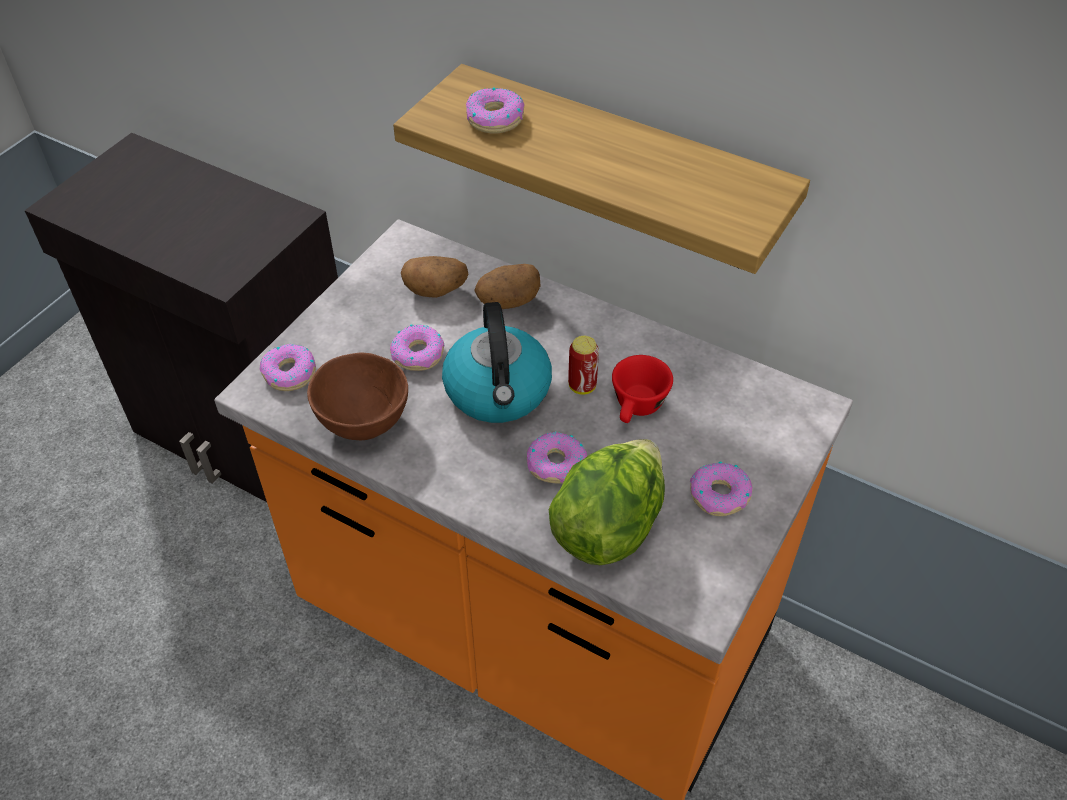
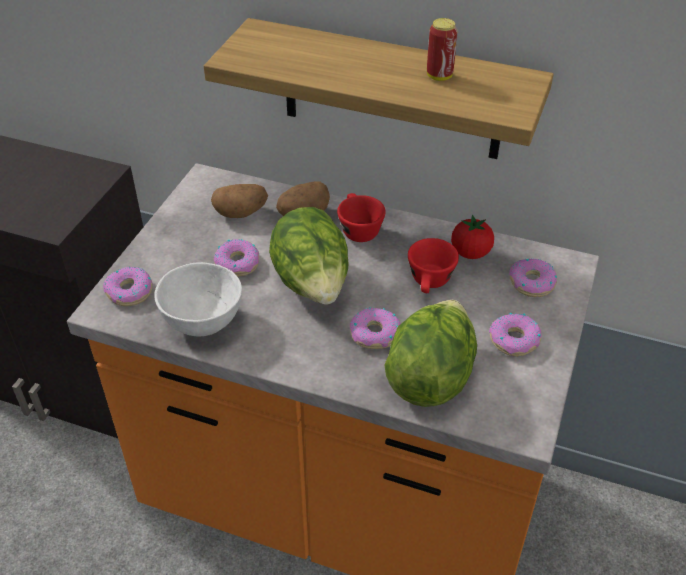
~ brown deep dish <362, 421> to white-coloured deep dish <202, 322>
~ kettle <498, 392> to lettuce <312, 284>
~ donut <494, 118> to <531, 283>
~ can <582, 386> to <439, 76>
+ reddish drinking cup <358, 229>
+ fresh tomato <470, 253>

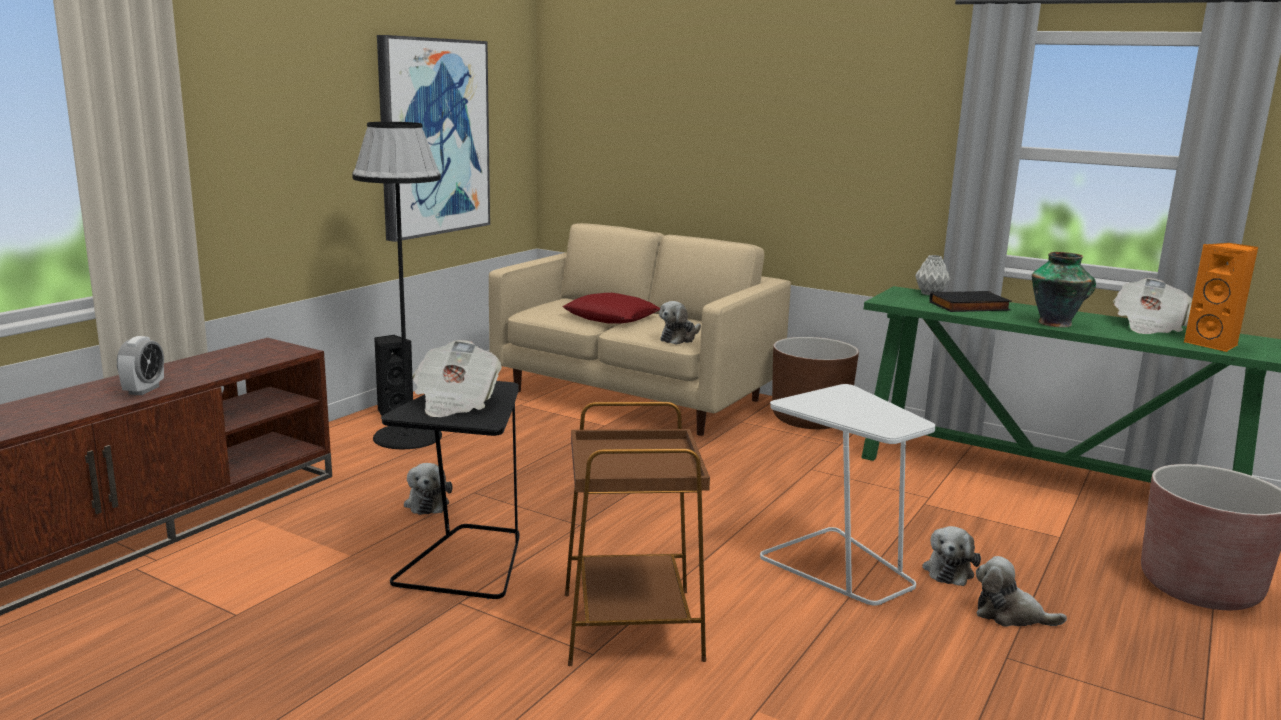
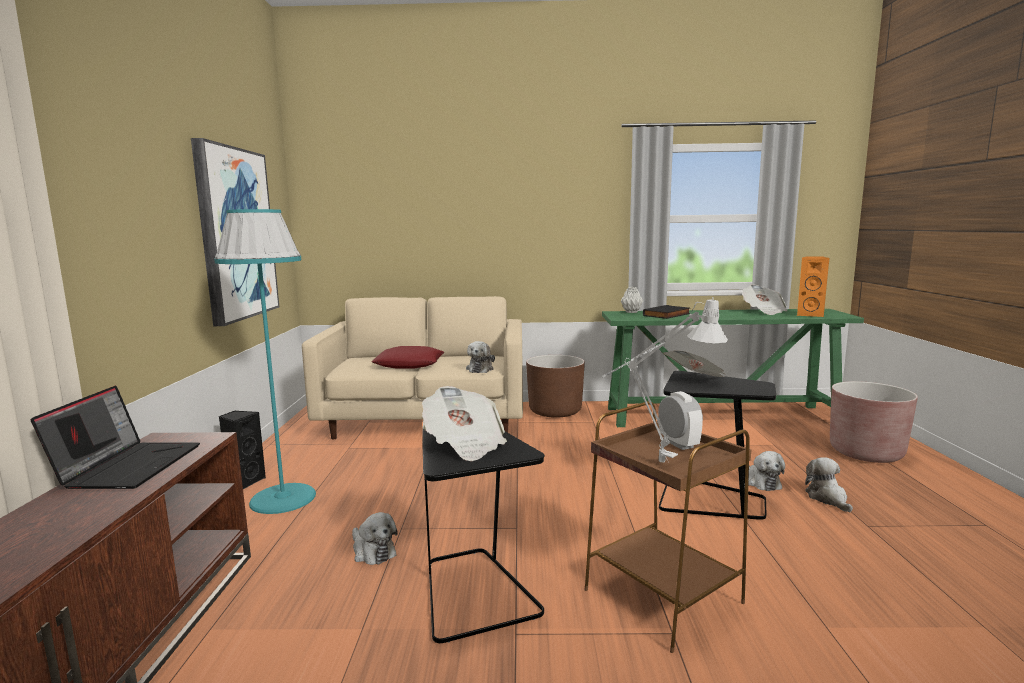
~ bedside clock <144, 390> to <678, 444>
~ black-coloured floor lamp <408, 436> to turquoise-coloured floor lamp <283, 498>
~ white-coloured end table <840, 567> to black-coloured end table <710, 500>
~ cuddly toy <1010, 615> = <827, 498> 90 degrees clockwise
- decorative vase <1056, 323>
+ notebook computer <128, 465>
+ gray lamp for a table <653, 461>
+ newspaper <696, 380>

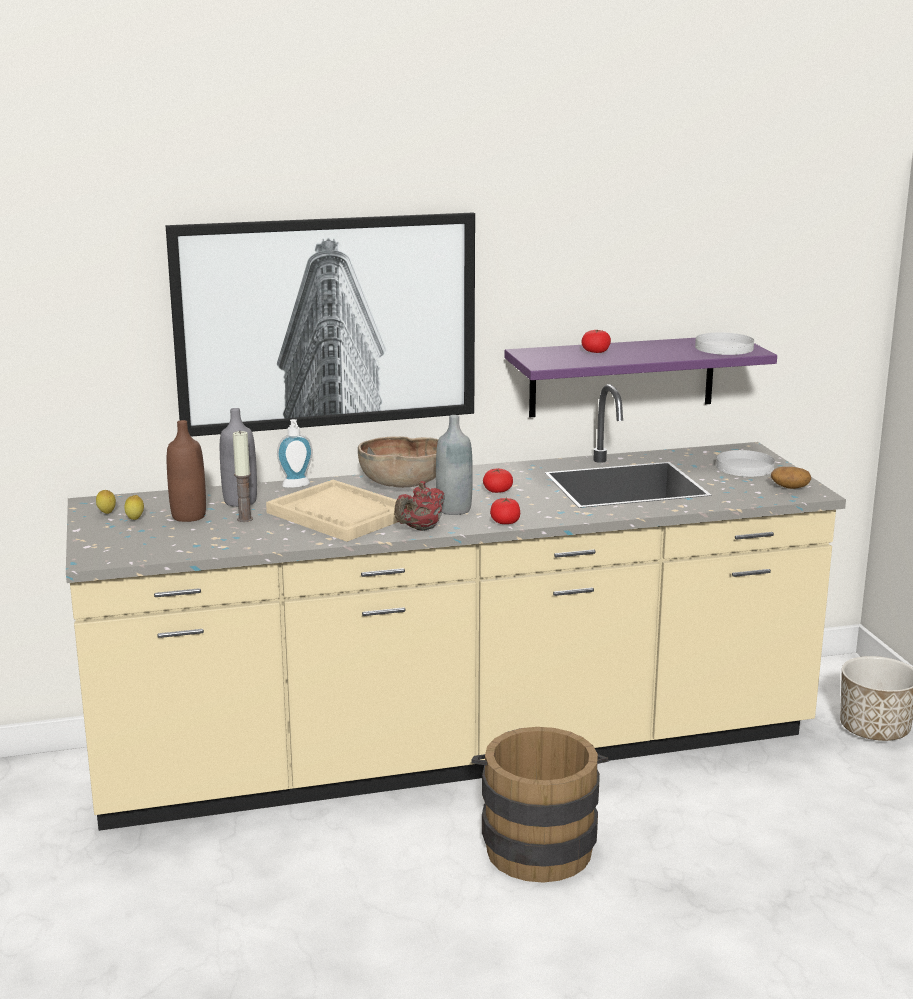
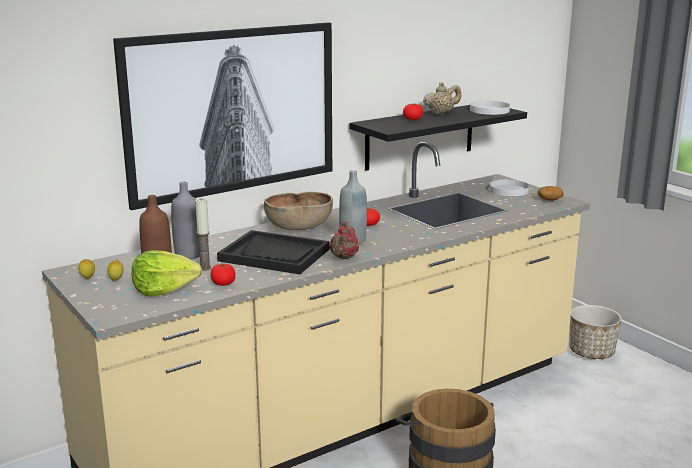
~ beige carrying tray <340, 514> to black-coloured carrying tray <274, 255>
- liquid soap bottle <297, 486>
~ fresh tomato <505, 522> to <223, 283>
~ purplish bracket shelf <622, 376> to black-coloured bracket shelf <420, 136>
+ lettuce <164, 289>
+ beige teapot <441, 113>

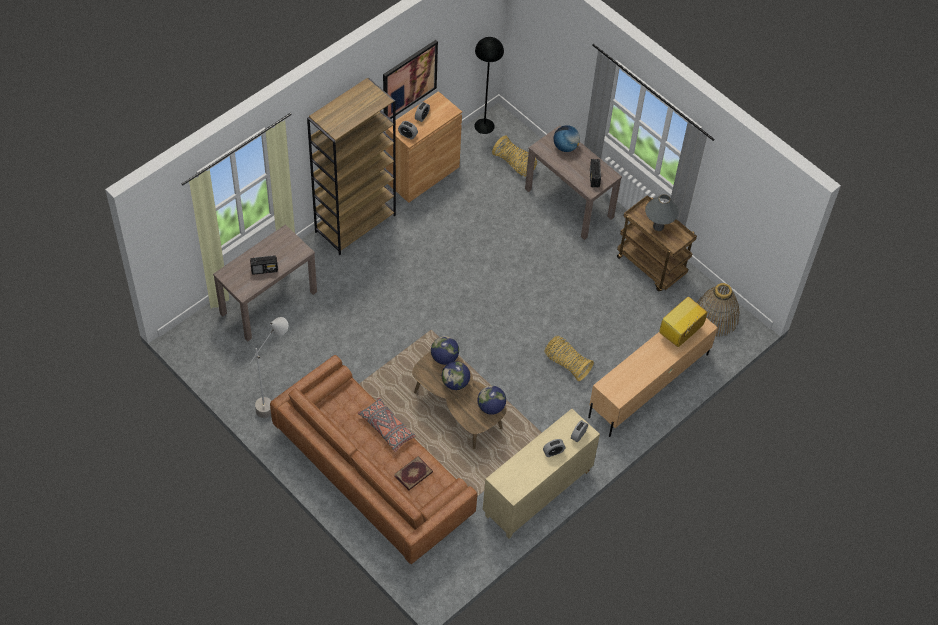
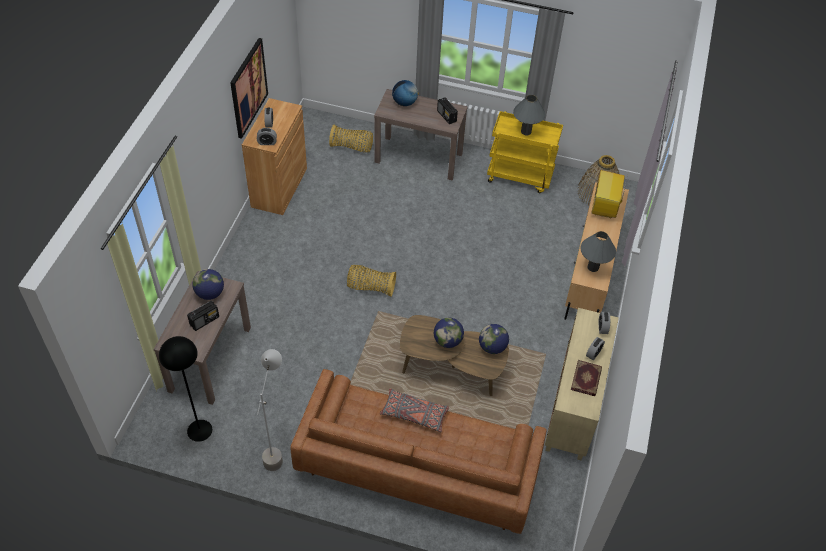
- brown bookcase <355, 223>
~ book <414, 474> to <586, 379>
~ desk globe <444, 358> to <210, 293>
~ black-coloured floor lamp <484, 126> to <199, 430>
~ storage basket <566, 363> to <370, 287>
~ brown wheeled cart <651, 266> to yellow-coloured wheeled cart <520, 177>
+ gray lamp for a table <593, 267>

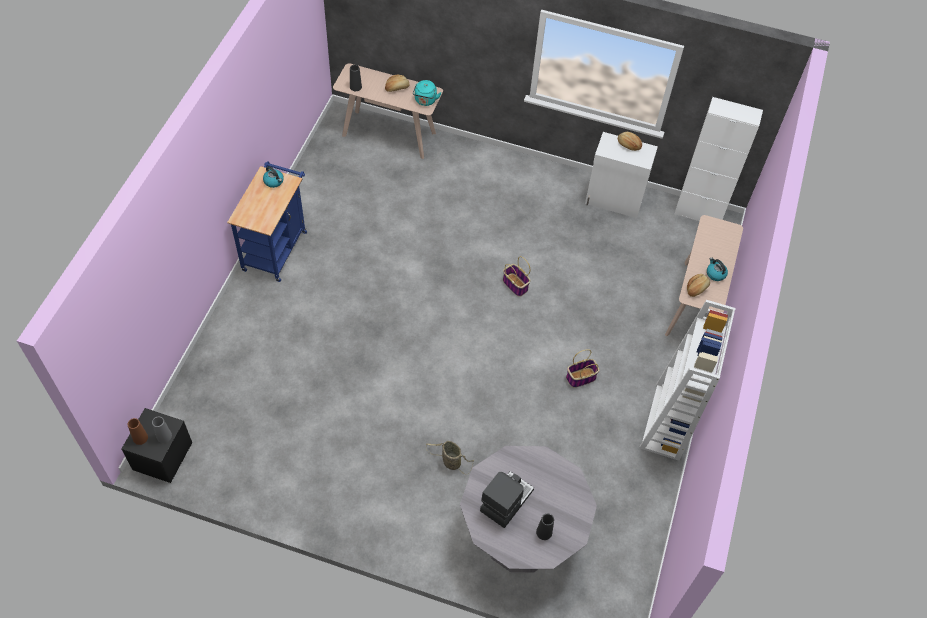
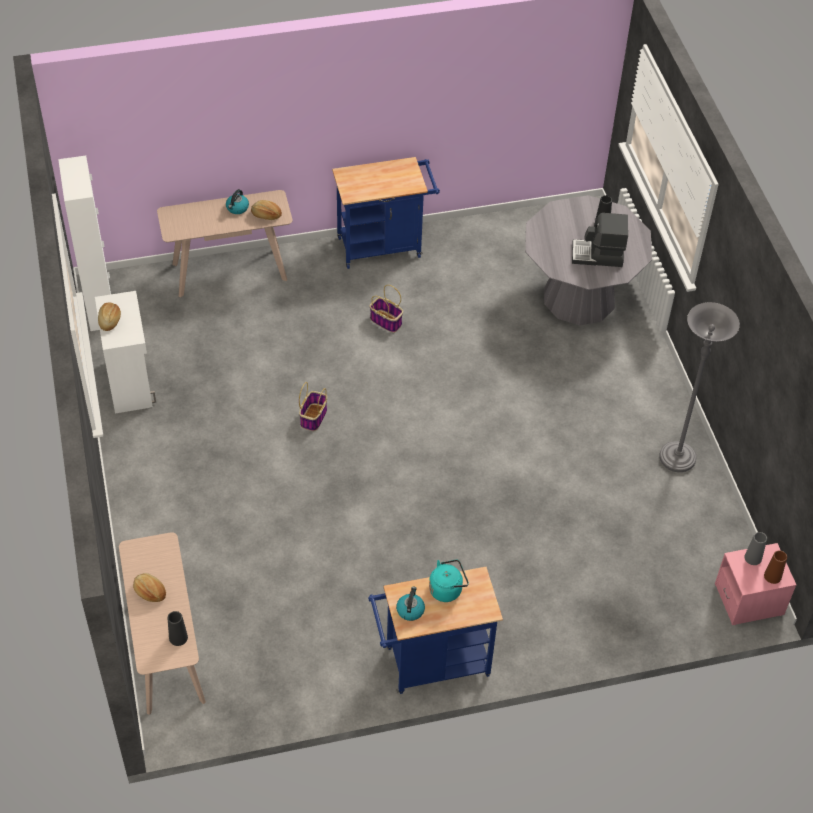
~ black-coloured night table <162, 456> to pink night table <749, 599>
~ turquoise-coloured kettle <425, 101> to <447, 589>
- storage basket <450, 462>
~ white-coloured bookcase <668, 422> to bluish wheeled cart <384, 246>
+ gray floor lamp <677, 458>

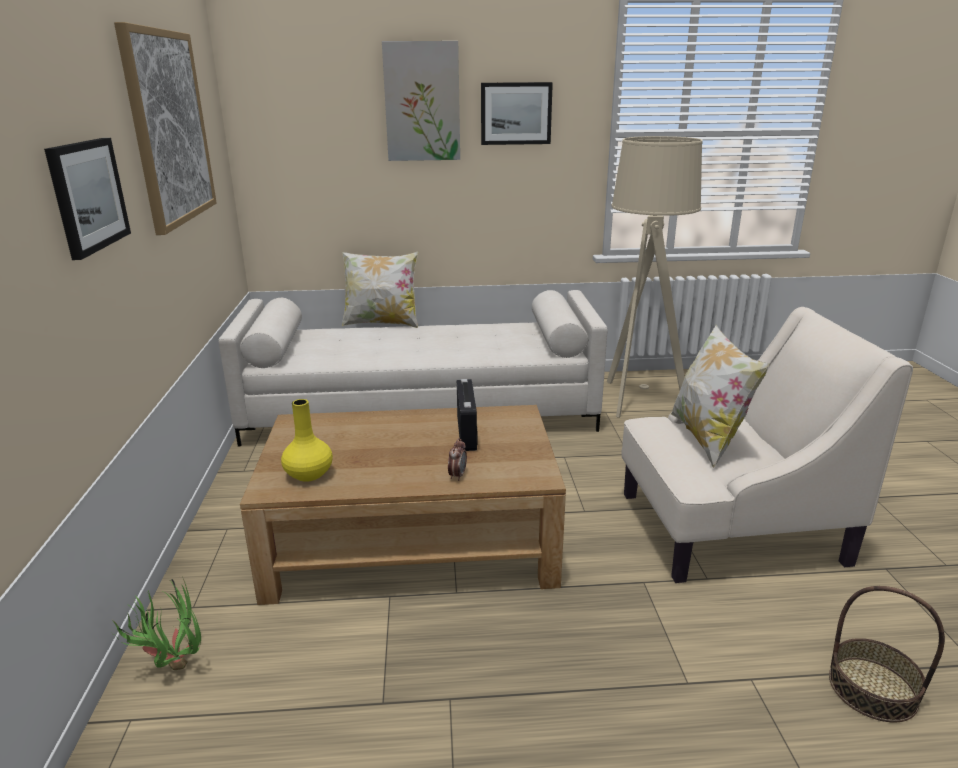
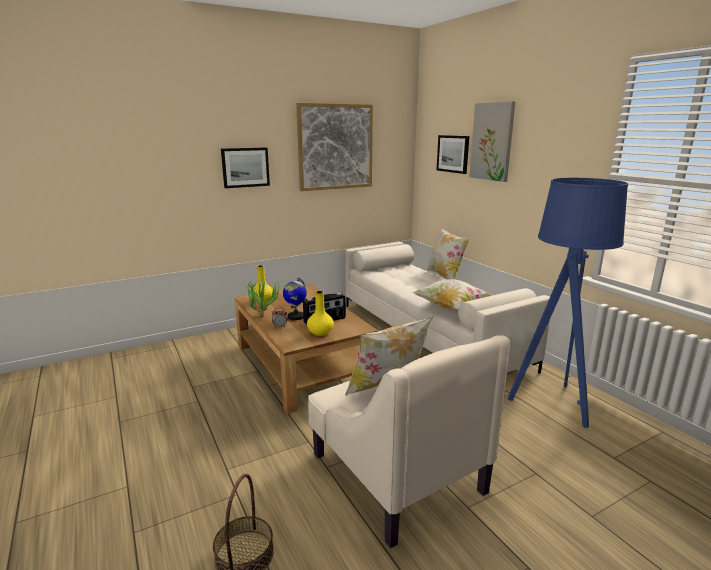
~ houseplant <171, 665> to <262, 314>
~ wall art <516, 113> to <453, 154>
~ beige floor lamp <637, 399> to bluish floor lamp <553, 403>
+ desk globe <295, 316>
+ yellow-coloured decorative vase <321, 332>
+ cushion <451, 308>

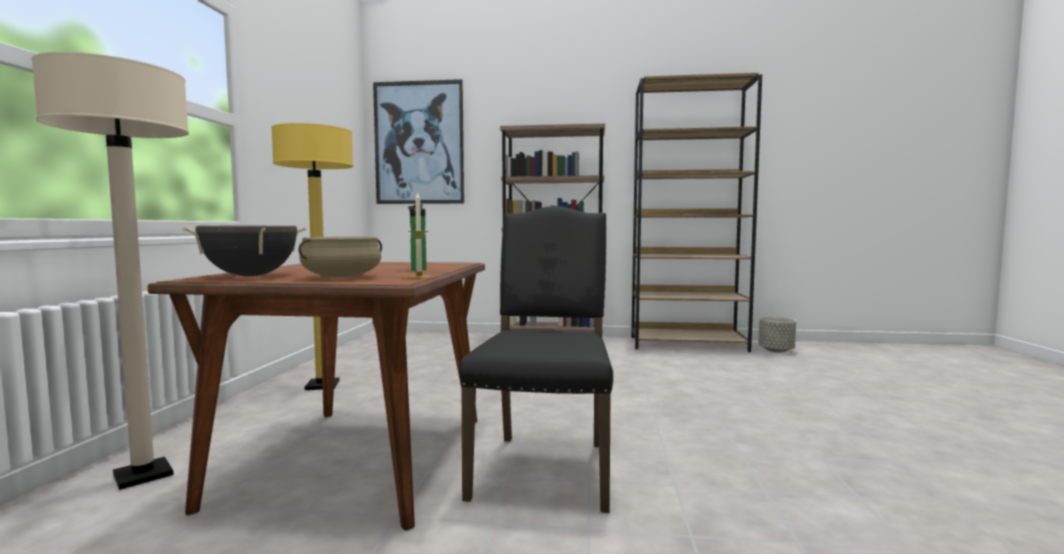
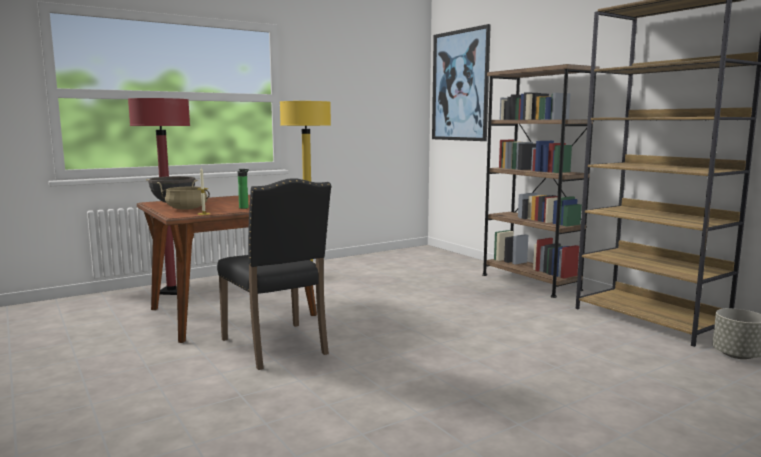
~ beige floor lamp <143, 475> to reddish floor lamp <171, 292>
~ black-coloured chair <545, 467> = <277, 346> 90 degrees clockwise

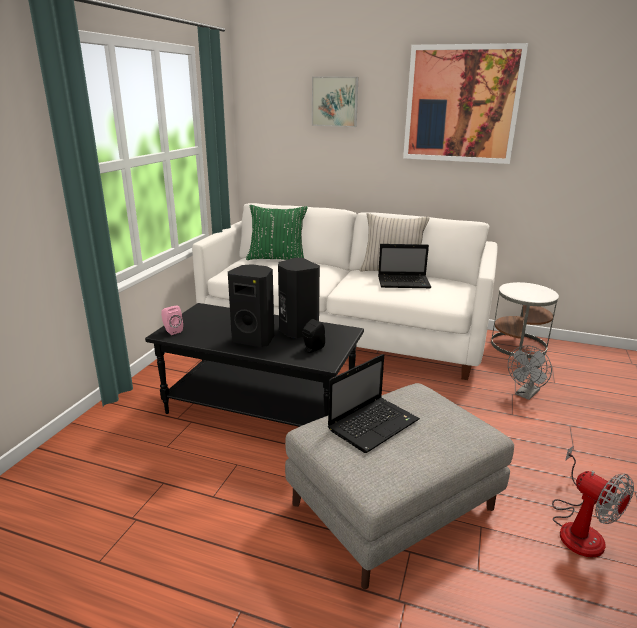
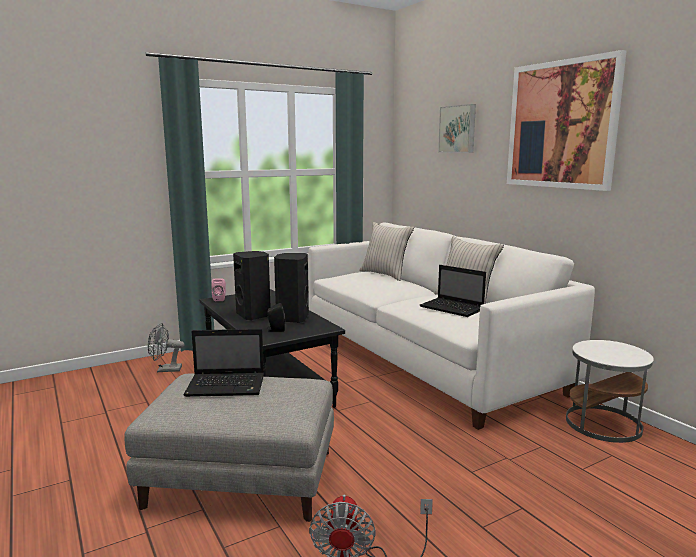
~ green cushion <277, 259> to beige cushion <385, 274>
~ gray electric fan <526, 394> to <165, 370>

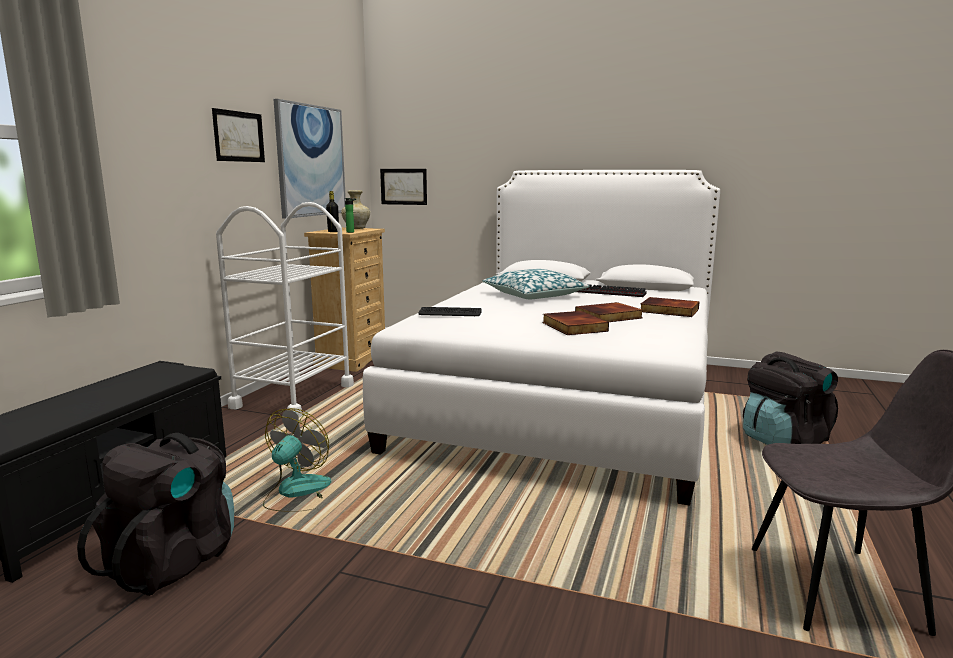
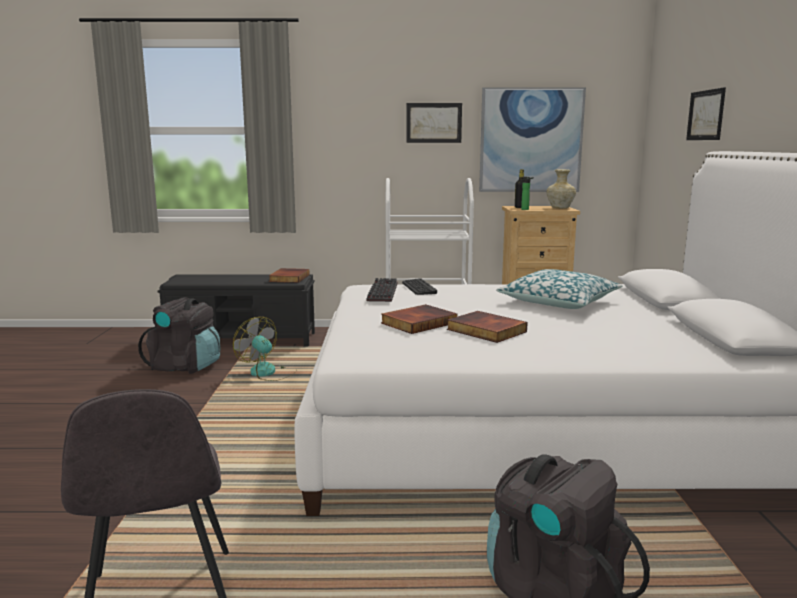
~ electric fan <296, 493> = <268, 373> 135 degrees counterclockwise
~ wall art <403, 186> to <705, 115>
~ computer keyboard <608, 293> to <381, 292>
~ book <668, 310> to <288, 278>

